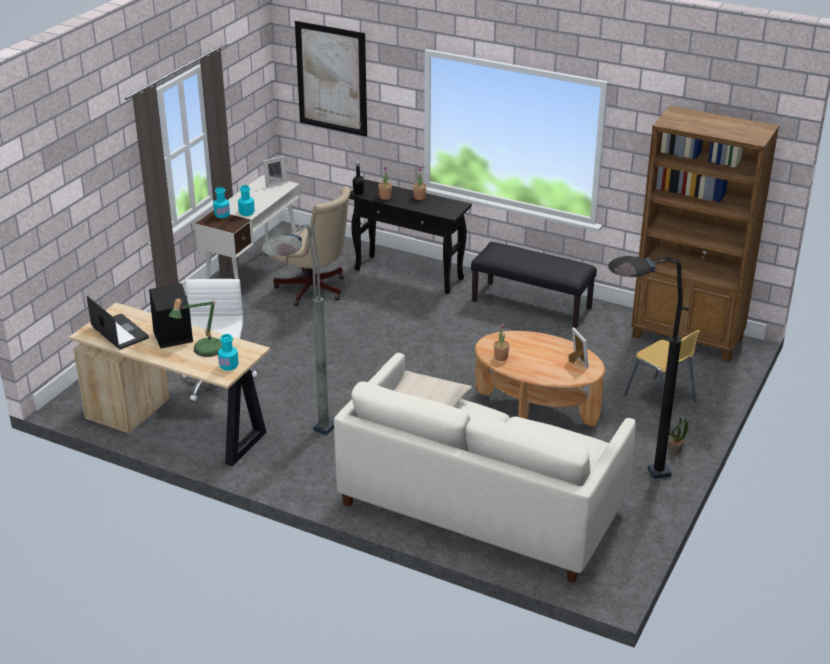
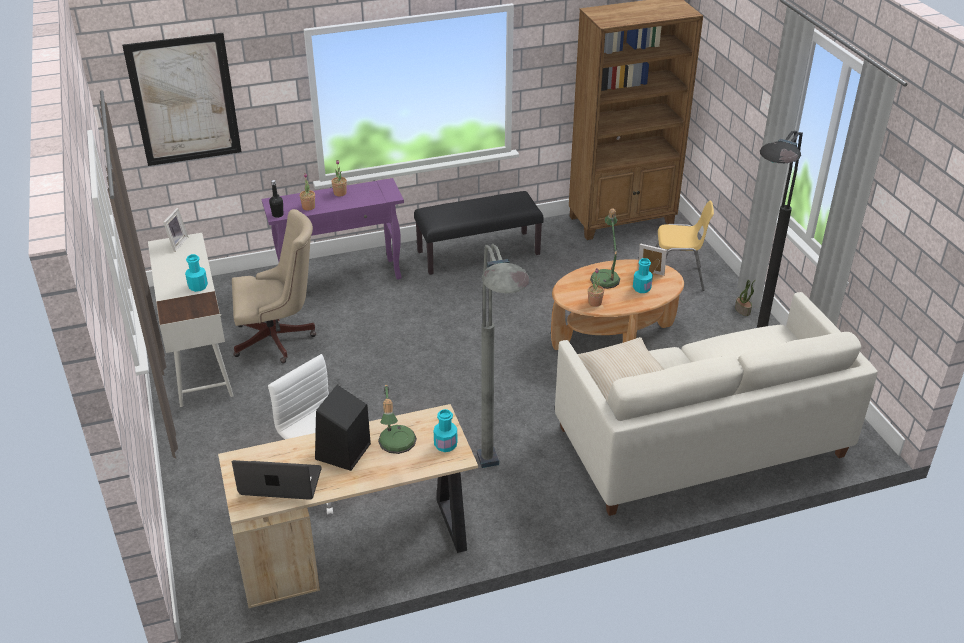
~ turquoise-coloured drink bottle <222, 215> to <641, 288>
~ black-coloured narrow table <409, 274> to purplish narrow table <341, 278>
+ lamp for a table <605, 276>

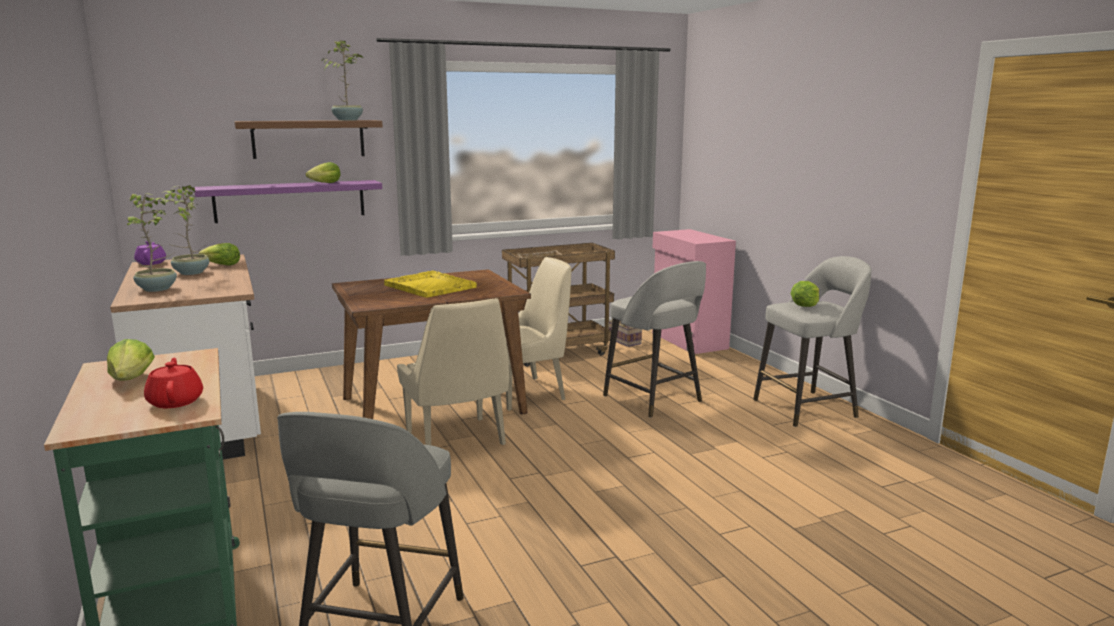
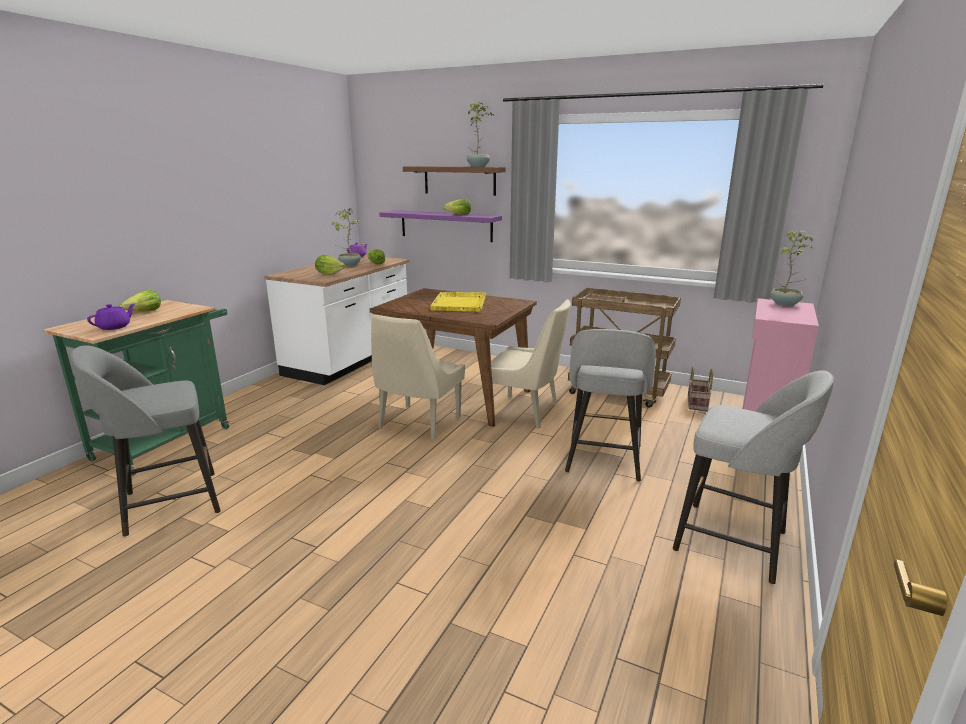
~ houseplant <158, 289> to <785, 304>
~ reddish teapot <176, 401> to purplish teapot <115, 327>
~ lettuce <804, 306> to <329, 274>

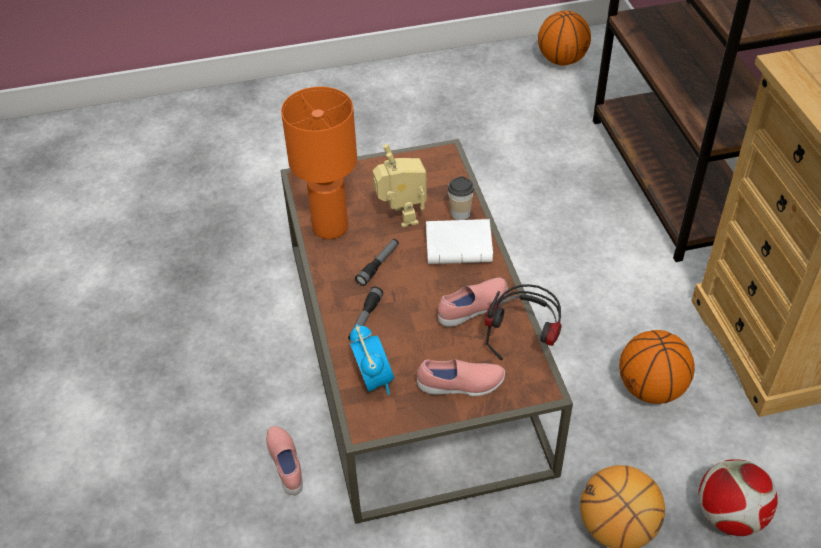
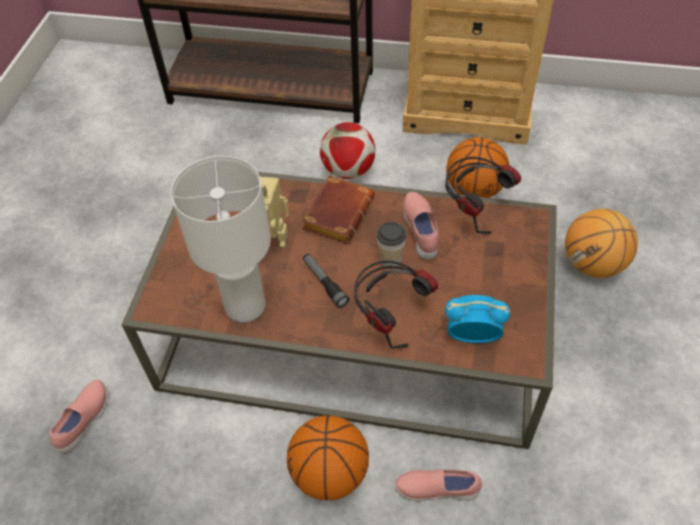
~ orange-coloured lamp for a table <330, 227> to white-coloured lamp for a table <244, 305>
~ torch <365, 318> to pair of headphones <390, 317>
~ pink item of footwear <460, 386> to <85, 420>
~ white-coloured book <460, 245> to brown book <337, 212>
~ drinking cup <460, 213> to <390, 259>
~ basketball <562, 60> to <329, 473>
~ football <729, 516> to <348, 170>

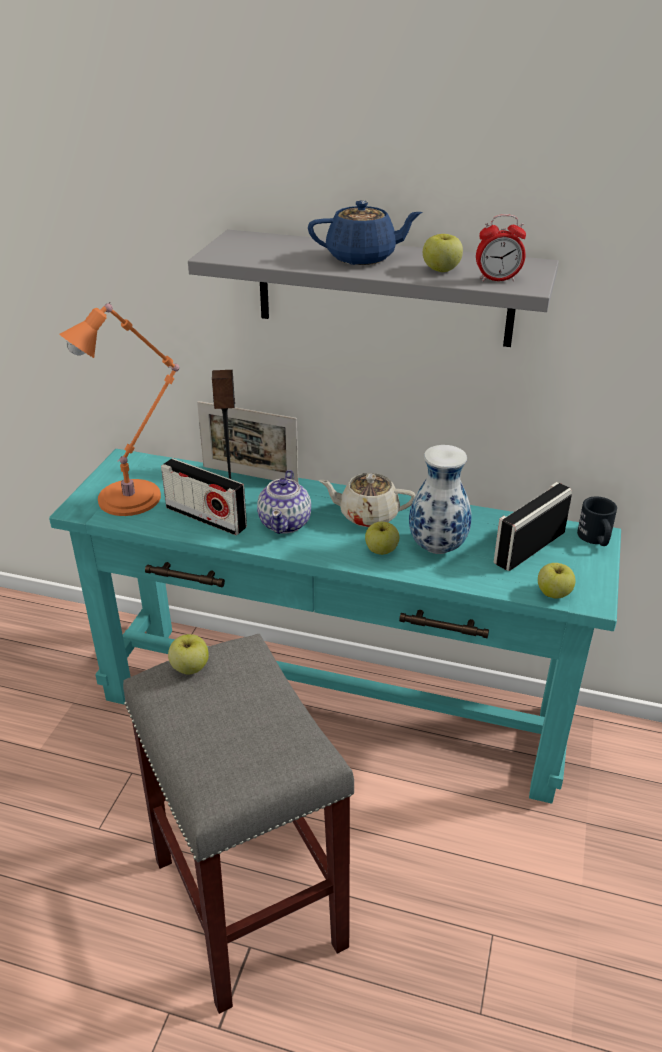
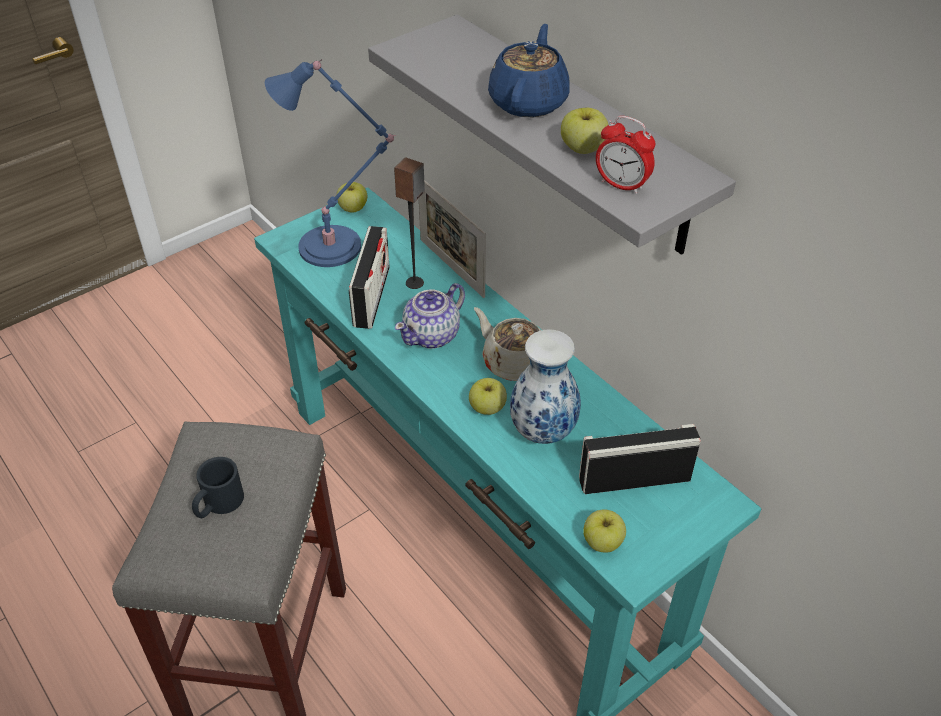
~ orange-coloured lamp for a table <135, 496> to bluish lamp for a table <335, 247>
~ radio receiver <206, 517> = <371, 297> 150 degrees counterclockwise
~ apple <190, 667> to <352, 208>
~ bluish teapot <362, 258> = <529, 101> 105 degrees counterclockwise
~ black-coloured coffee mug <596, 539> to <218, 504>

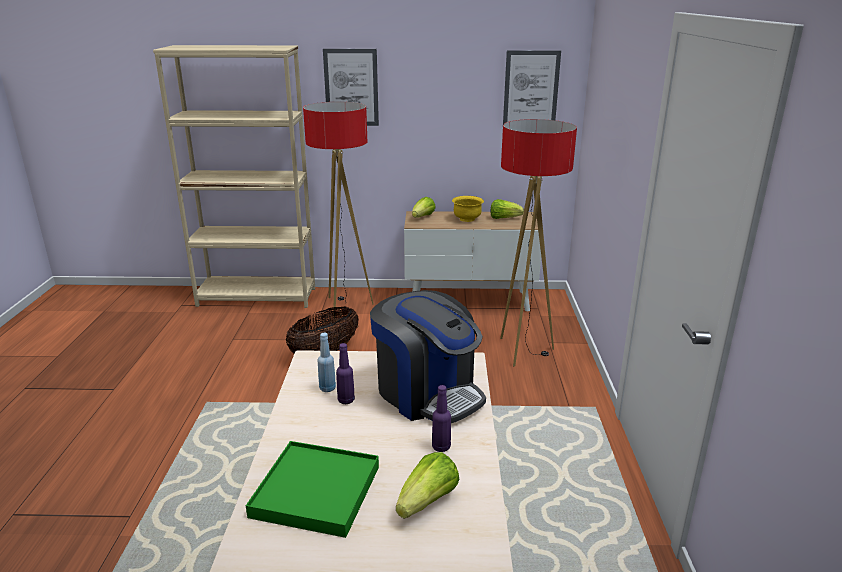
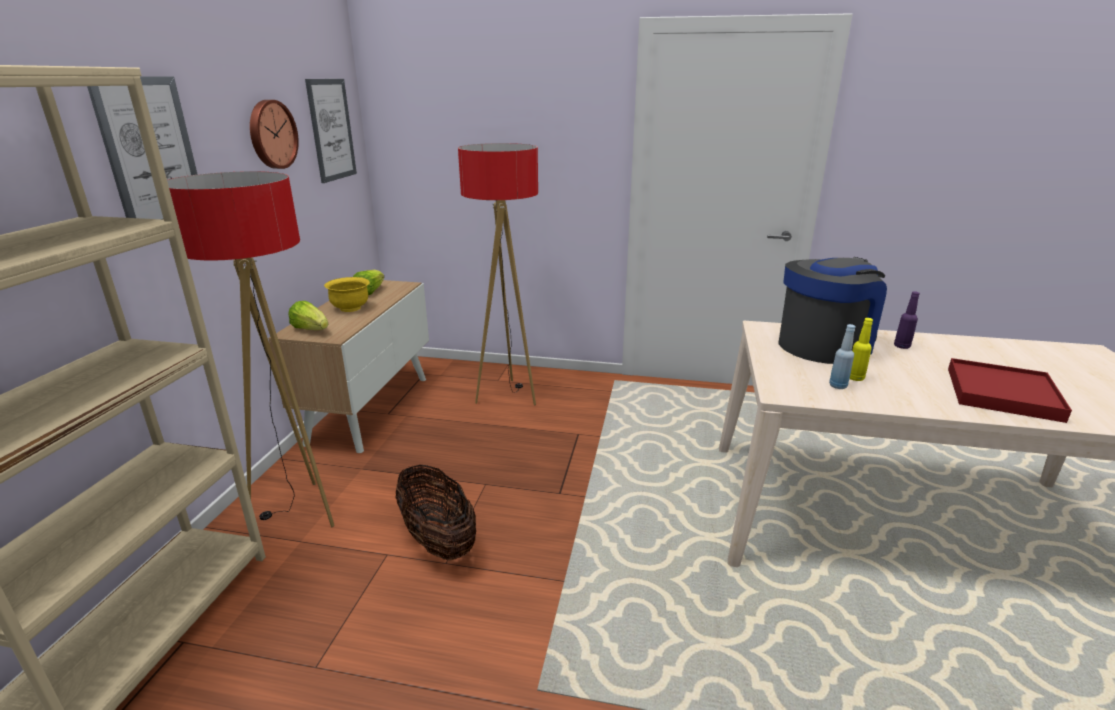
~ green carrying tray <316, 491> to reddish carrying tray <1001, 393>
~ purplish drink bottle <346, 400> to yellow-coloured drink bottle <855, 378>
- lettuce <428, 501>
+ hanging clock <271, 134>

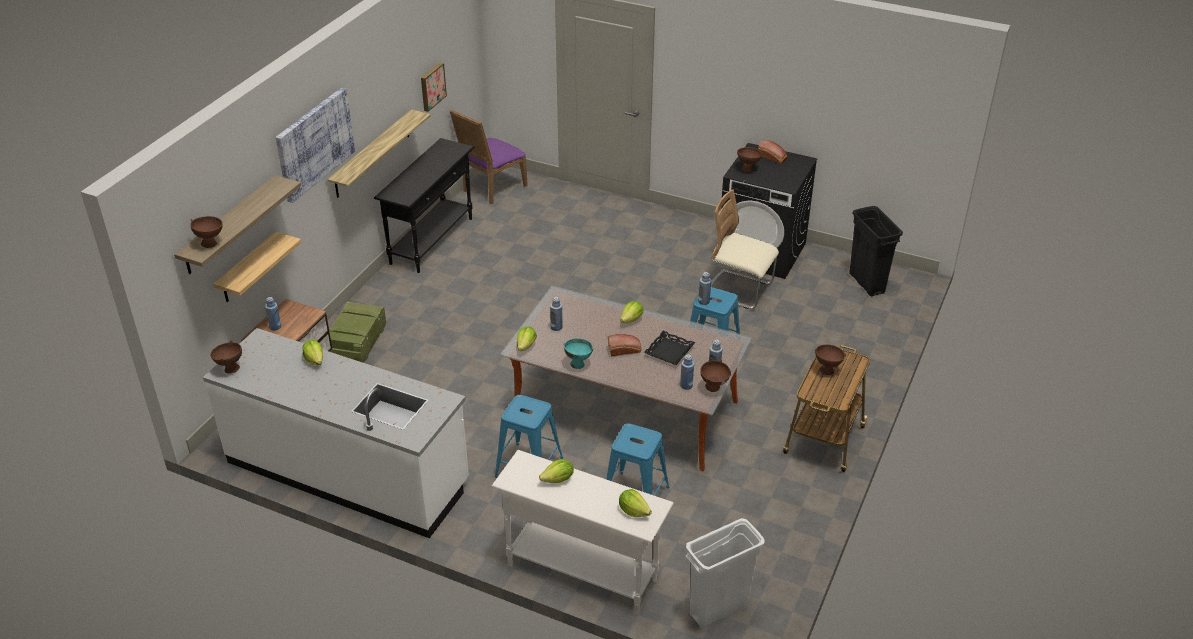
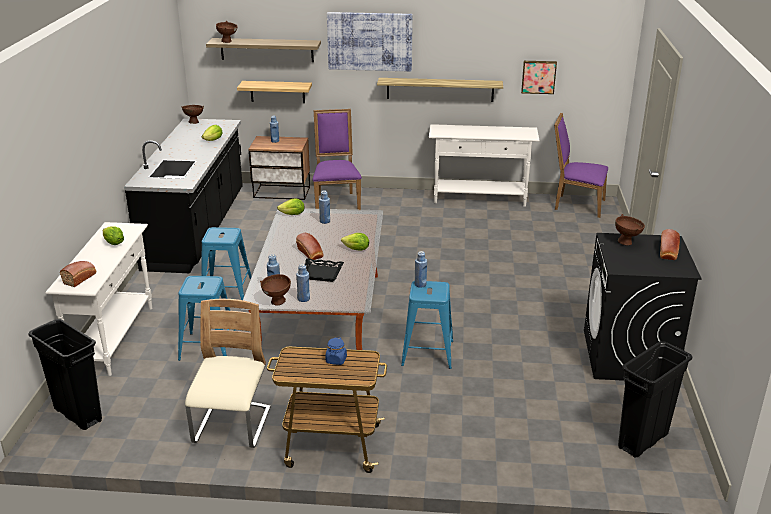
~ white-coloured kitchen counter <348, 472> to black-coloured kitchen counter <197, 229>
~ packing crate <357, 341> to purplish chair <336, 201>
~ black-coloured narrow table <432, 241> to white-coloured narrow table <480, 199>
- turquoise-coloured deep dish <578, 364>
~ lettuce <633, 511> to bread <80, 278>
~ white-coloured trash can <718, 610> to black-coloured trash can <78, 414>
~ beige chair <739, 290> to <232, 427>
~ brown deep dish <827, 370> to bluish preserve jar <336, 360>

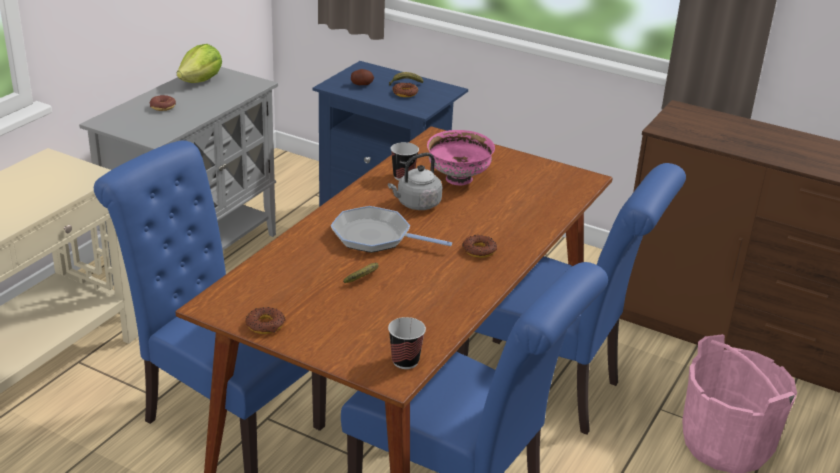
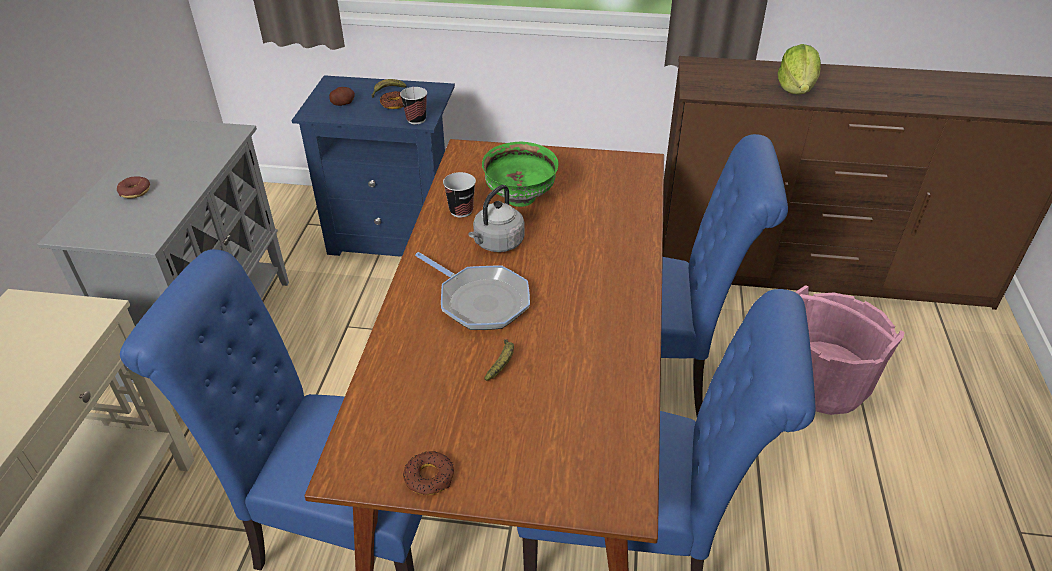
~ lettuce <201, 81> to <796, 89>
~ pan <376, 237> = <480, 301> 135 degrees counterclockwise
~ drinking cup <405, 361> to <416, 119>
~ pink deep dish <459, 180> to green deep dish <521, 199>
- donut <479, 250>

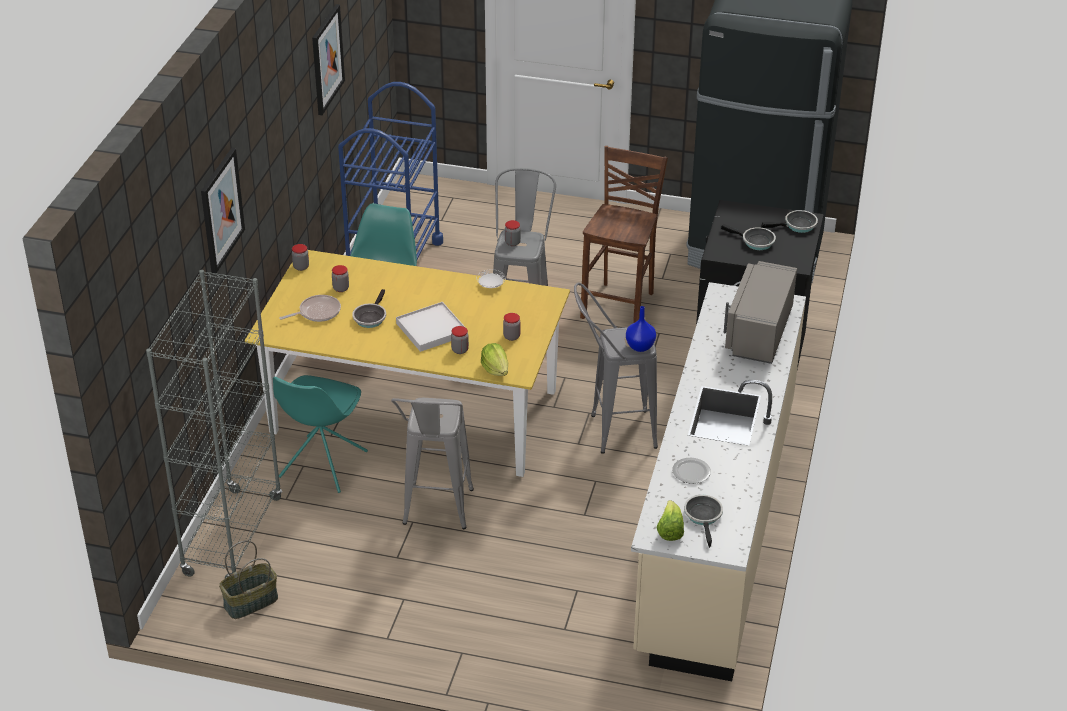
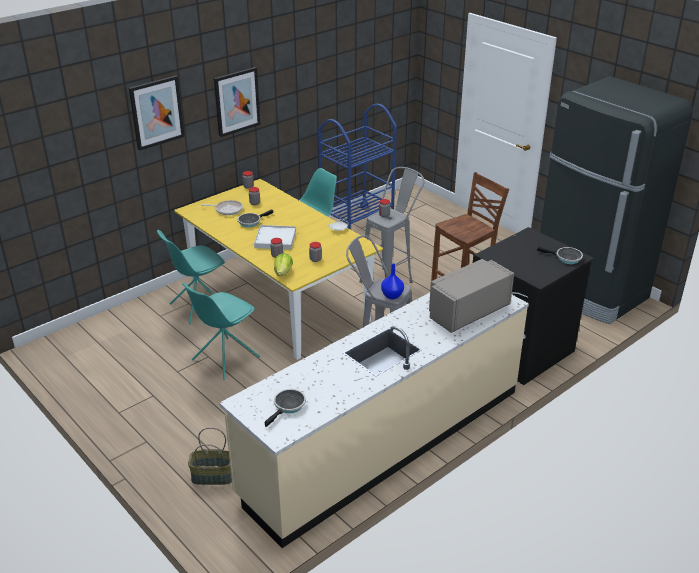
- gray bookcase <233, 536>
~ storage basket <251, 603> to <212, 477>
~ wall art <327, 59> to <237, 101>
~ gray stool <436, 515> to turquoise-coloured chair <224, 359>
- lettuce <670, 530>
- flat dish <691, 471>
- pan <755, 242>

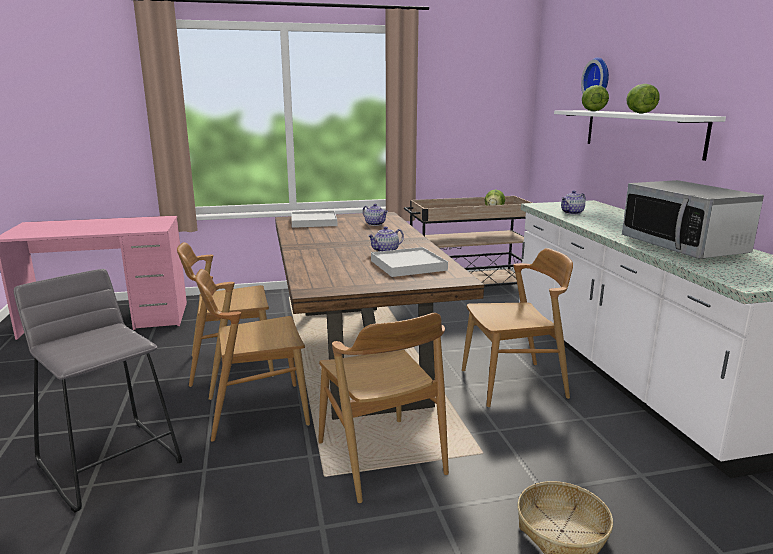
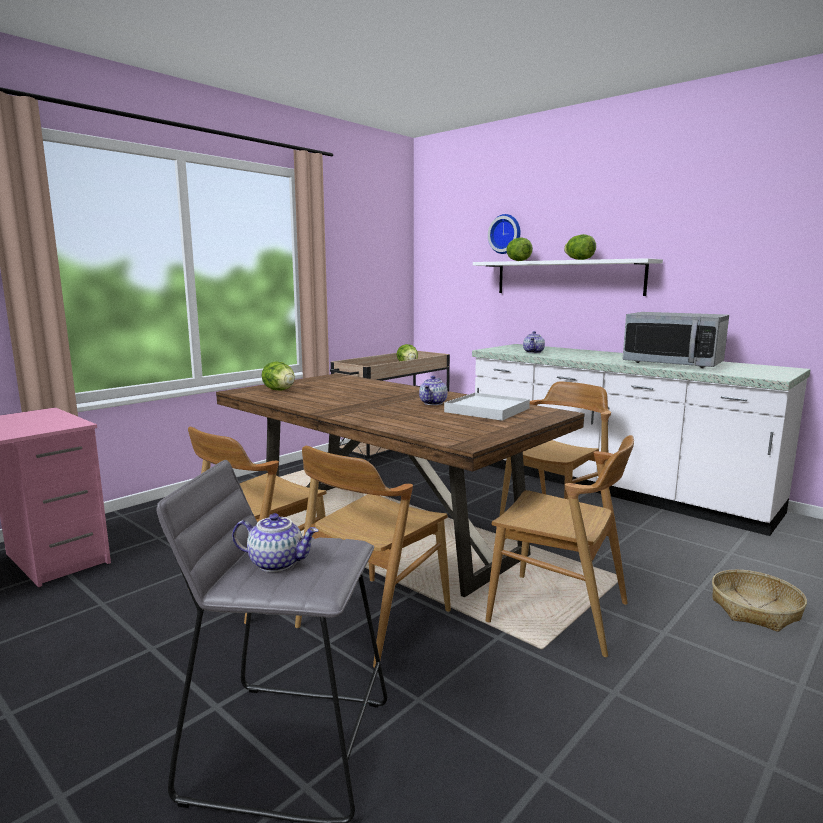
~ white-coloured carrying tray <314, 222> to lettuce <279, 390>
~ teapot <375, 224> to <277, 563>

